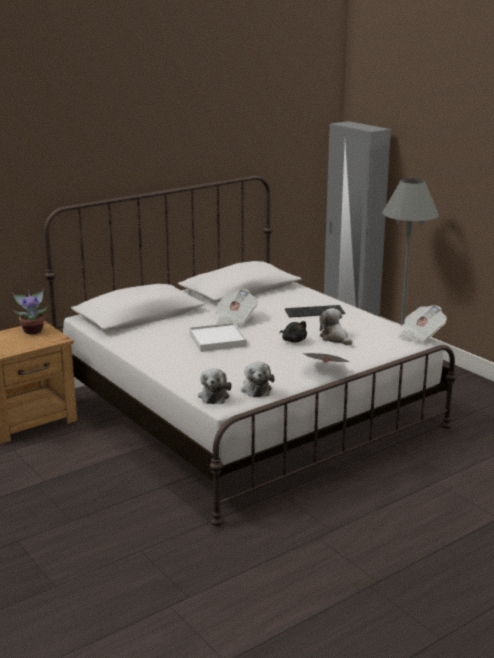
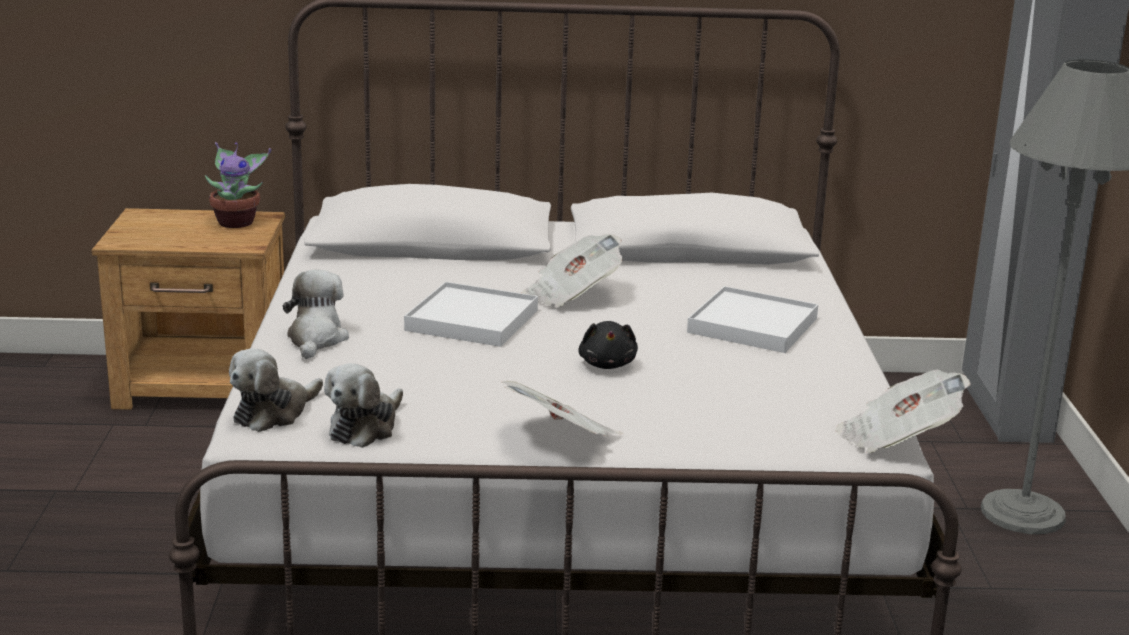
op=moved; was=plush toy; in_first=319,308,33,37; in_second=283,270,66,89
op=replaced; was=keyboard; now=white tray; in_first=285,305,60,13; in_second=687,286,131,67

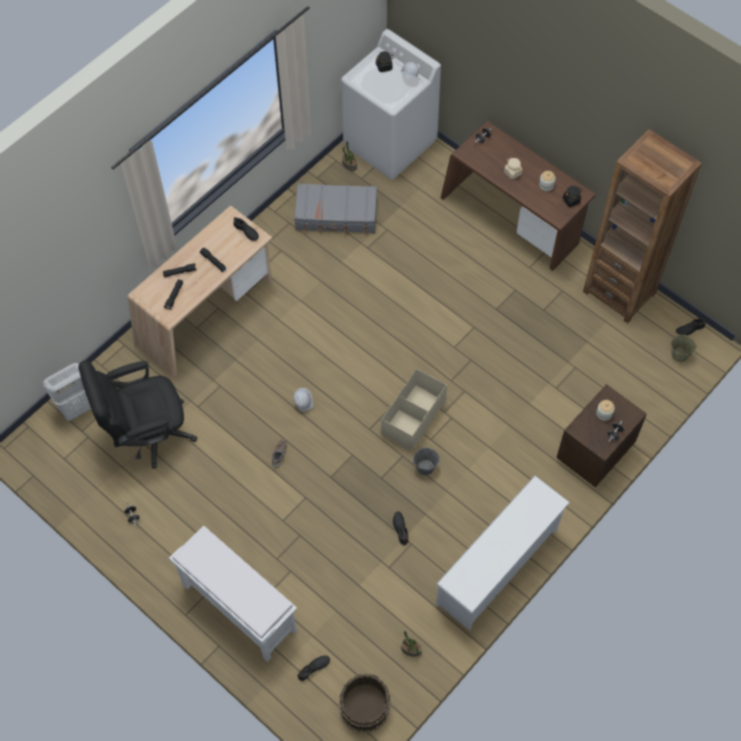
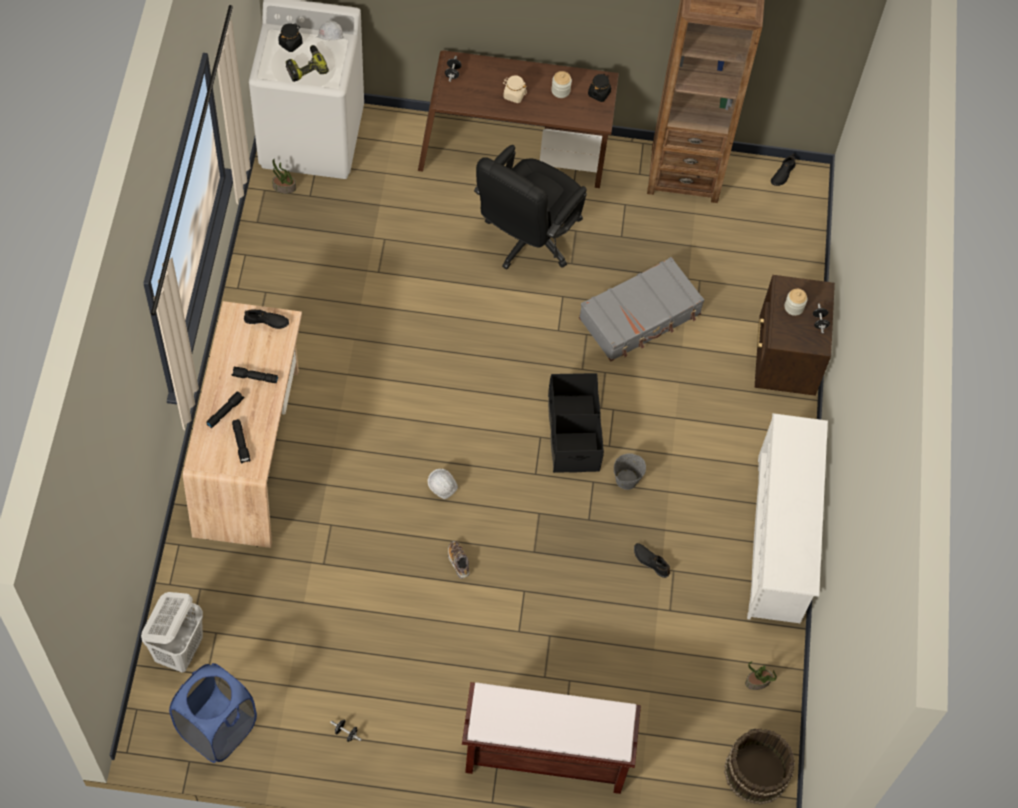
op=added; now=blue laundry basket; in_second=169,663,88,100
op=added; now=power drill; in_second=286,45,43,37
op=recoloured; was=white bench; now=brown bench; in_first=169,525,128,137; in_second=462,682,179,112
op=moved; was=black office chair; in_first=78,360,119,109; in_second=474,145,113,125
op=recoloured; was=beige storage box; now=black storage box; in_first=381,368,66,84; in_second=548,373,56,100
op=moved; was=grey suitcase; in_first=294,183,83,51; in_second=579,257,125,104
op=removed; was=black shoe; in_first=297,656,33,25
op=removed; was=beige bucket; in_first=671,334,26,28

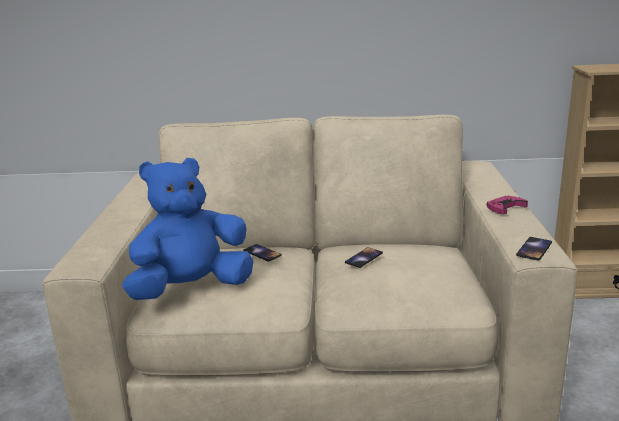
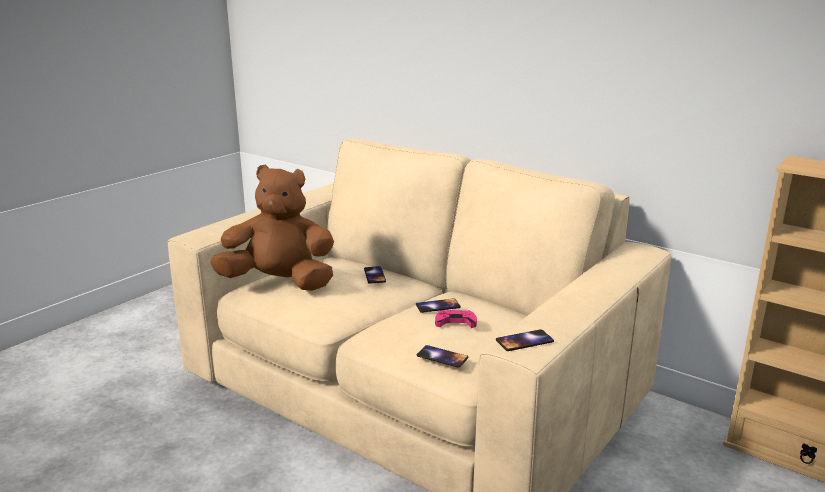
op=recoloured; was=blue plush toy; now=brown plush toy; in_first=122,158,132,142; in_second=210,165,124,126
op=added; now=phone; in_second=416,345,52,23
op=moved; was=pink game controller; in_first=486,196,42,18; in_second=435,310,42,18

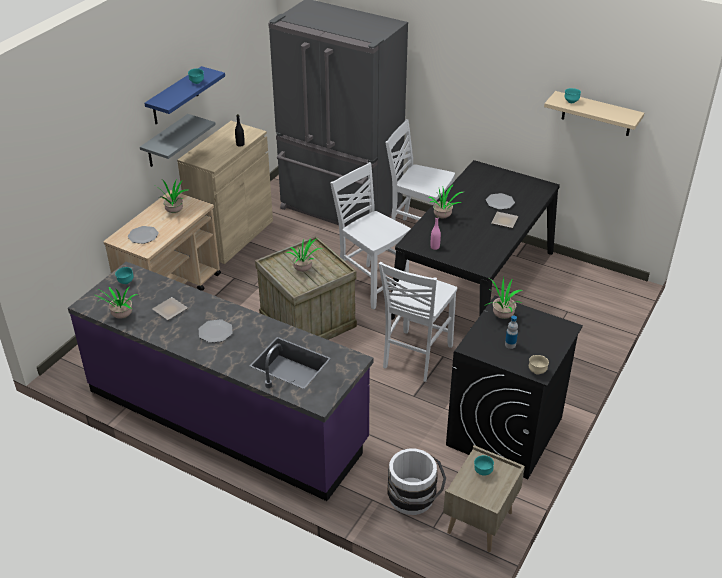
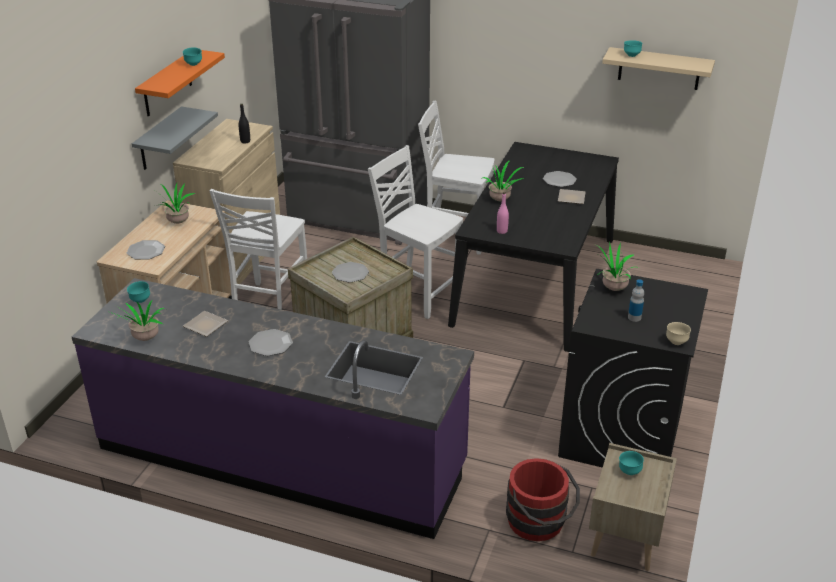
op=recoloured; was=blue shelf; now=orange shelf; in_first=144,66,81,58; in_second=135,50,90,67
op=moved; was=white chair; in_first=379,262,78,120; in_second=210,189,97,121
op=replaced; was=potted plant; now=plate; in_first=286,238,36,34; in_second=332,262,37,21
op=recoloured; was=white bucket; now=red bucket; in_first=388,449,58,66; in_second=506,458,74,83

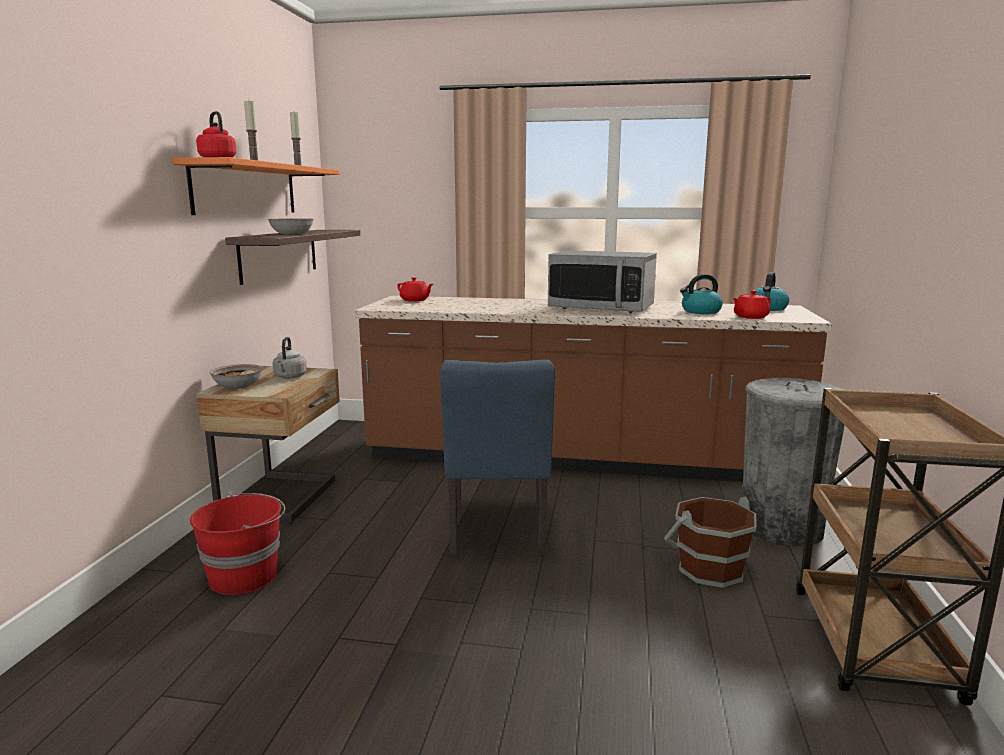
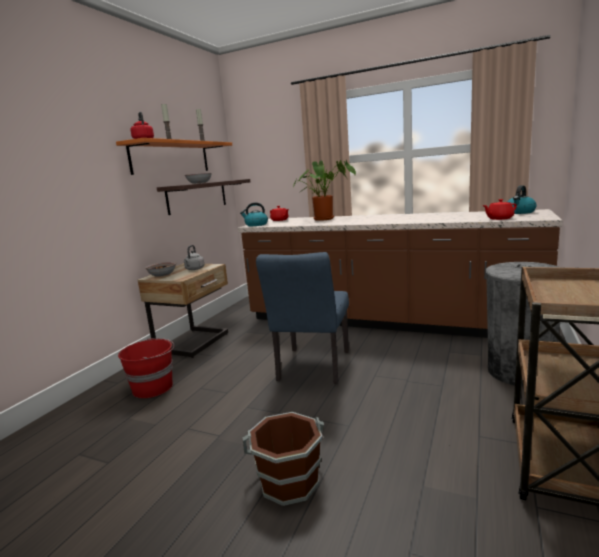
op=moved; was=kettle; in_first=680,274,43,40; in_second=240,202,28,24
op=moved; was=brown bucket; in_first=664,496,93,92; in_second=243,412,81,94
op=added; now=potted plant; in_second=293,160,63,61
op=removed; was=microwave; in_first=548,250,109,63

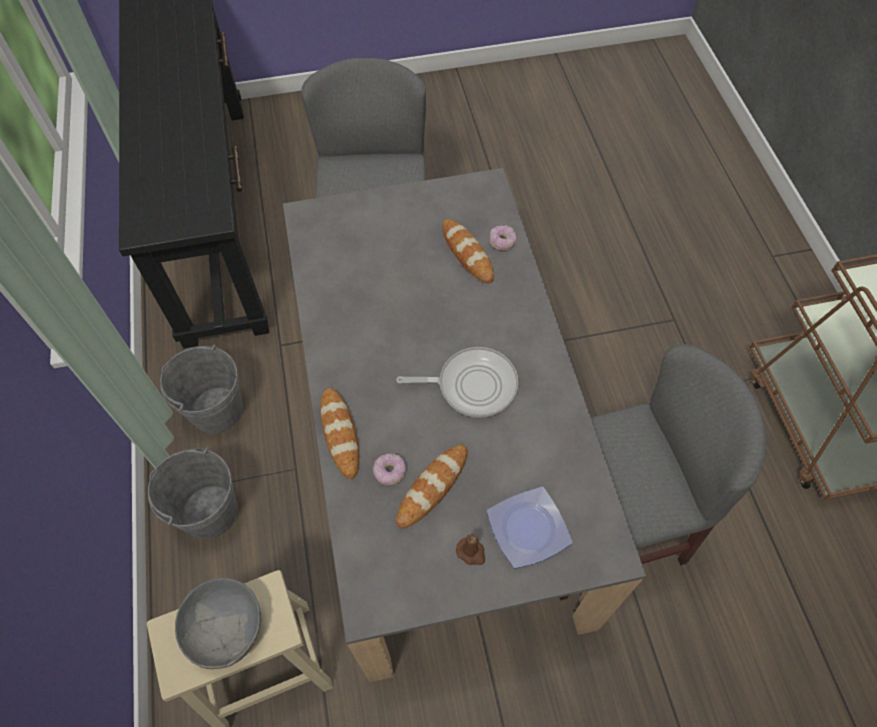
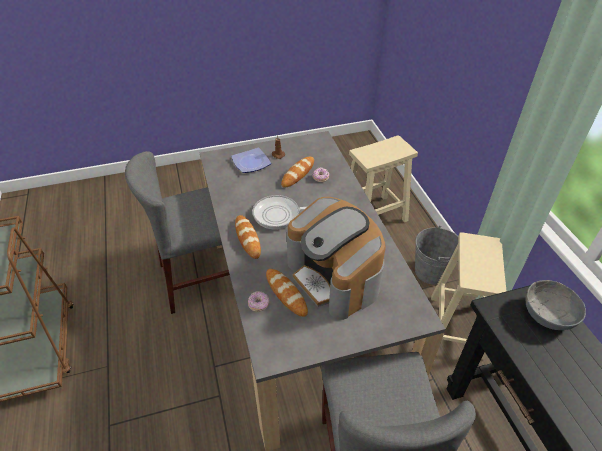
op=moved; was=bread; in_first=320,387,39,92; in_second=235,215,26,44
op=added; now=coffee machine; in_second=287,197,99,123
op=replaced; was=grey bucket; now=beige stool; in_first=160,345,83,89; in_second=431,232,76,128
op=moved; was=grey bowl; in_first=175,578,86,91; in_second=526,280,60,50

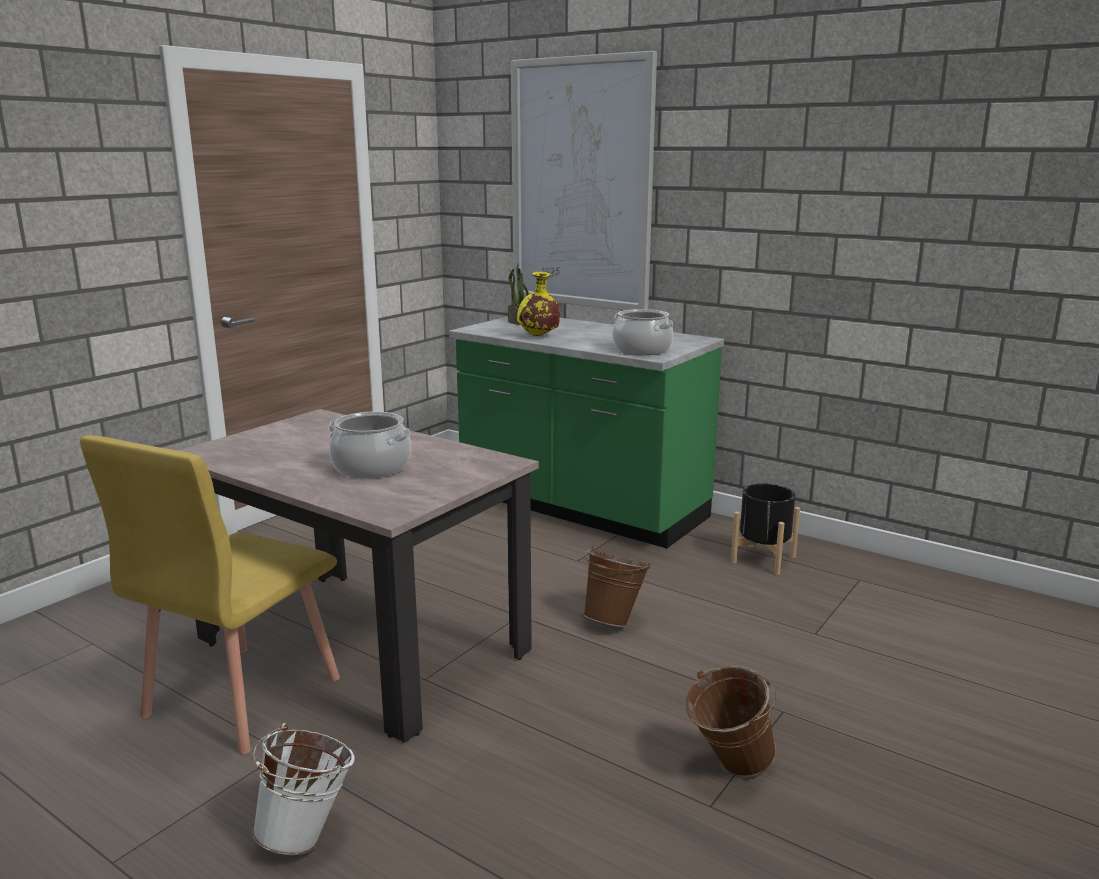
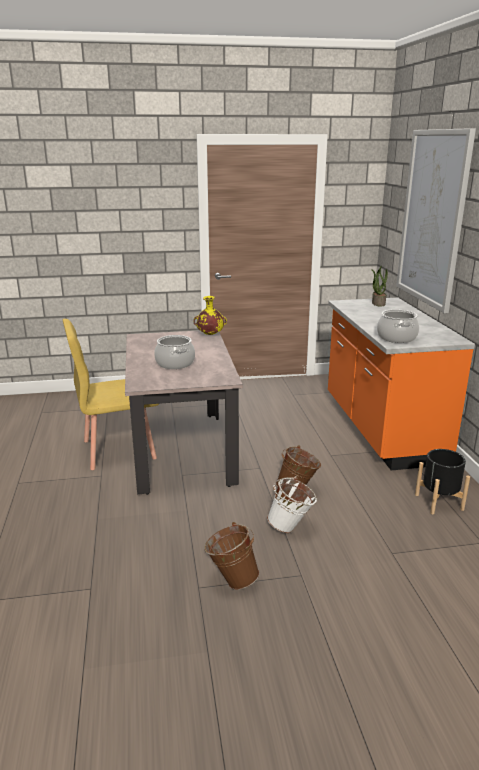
op=moved; was=yellow vase; in_first=517,272,43,64; in_second=193,296,34,39
op=moved; was=white bucket; in_first=252,723,103,132; in_second=267,476,50,57
op=recoloured; was=green counter; now=orange counter; in_first=449,317,275,231; in_second=328,298,147,172

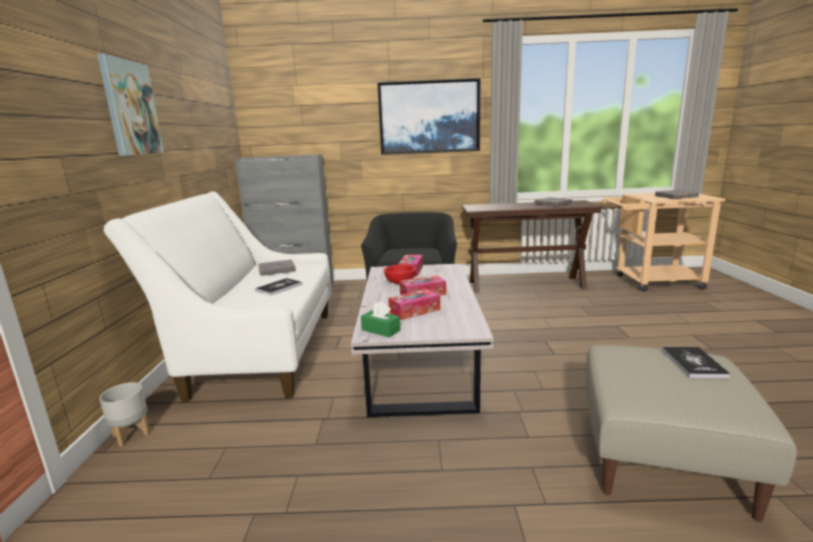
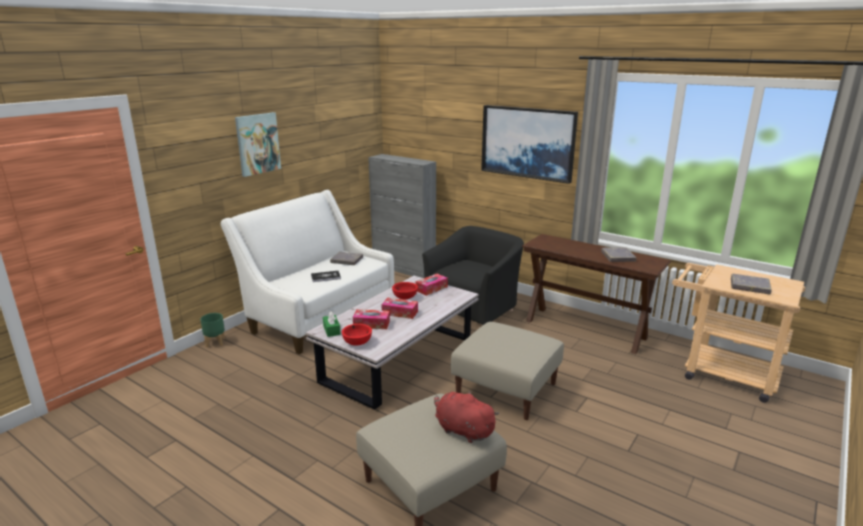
op=recoloured; was=grey planter; now=green planter; in_first=99,382,51,65; in_second=200,313,25,34
op=added; now=red bowl; in_second=342,324,30,22
op=replaced; was=book; now=red plush toy; in_first=662,347,69,31; in_second=434,391,65,52
op=added; now=beige ottoman; in_second=451,322,113,98

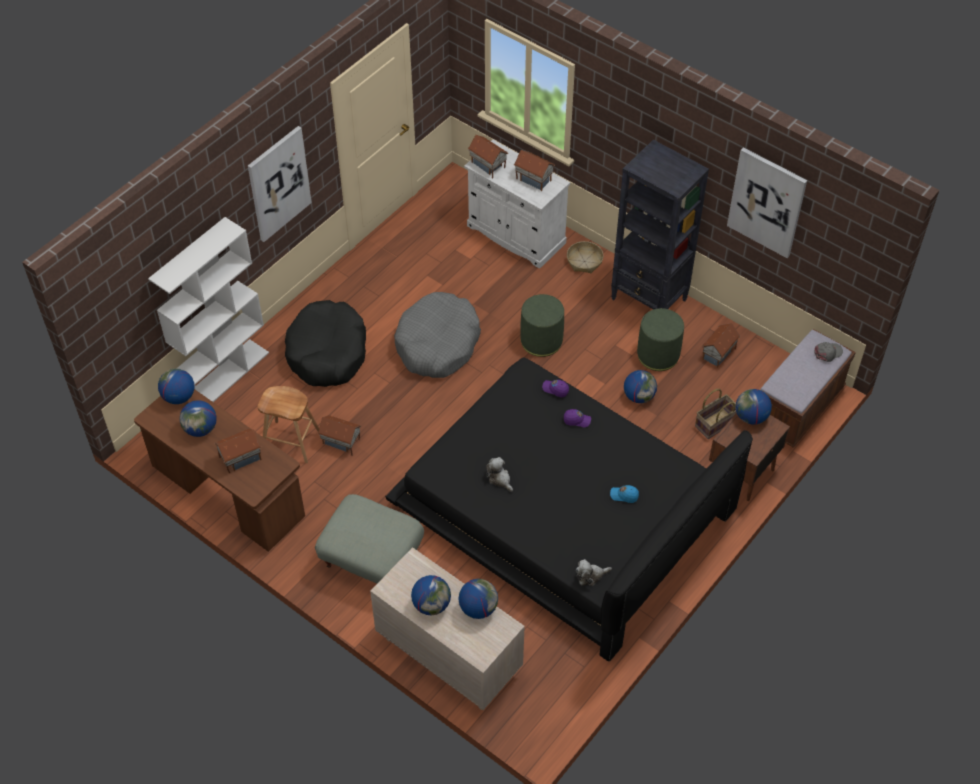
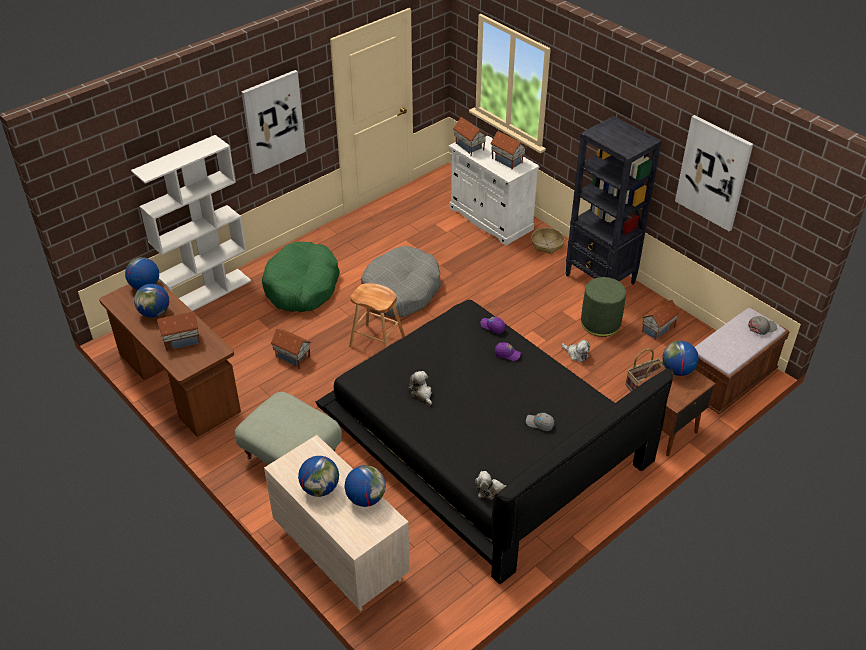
op=recoloured; was=black dog bed; now=green dog bed; in_first=285,300,81,87; in_second=262,242,77,70
op=moved; was=brown stool; in_first=258,386,61,77; in_second=349,283,56,65
op=recoloured; was=blue cap; now=grey cap; in_first=610,485,29,18; in_second=526,413,28,18
op=replaced; was=globe; now=plush toy; in_first=624,370,33,33; in_second=562,340,28,22
op=removed; was=green ottoman; in_first=520,294,44,63

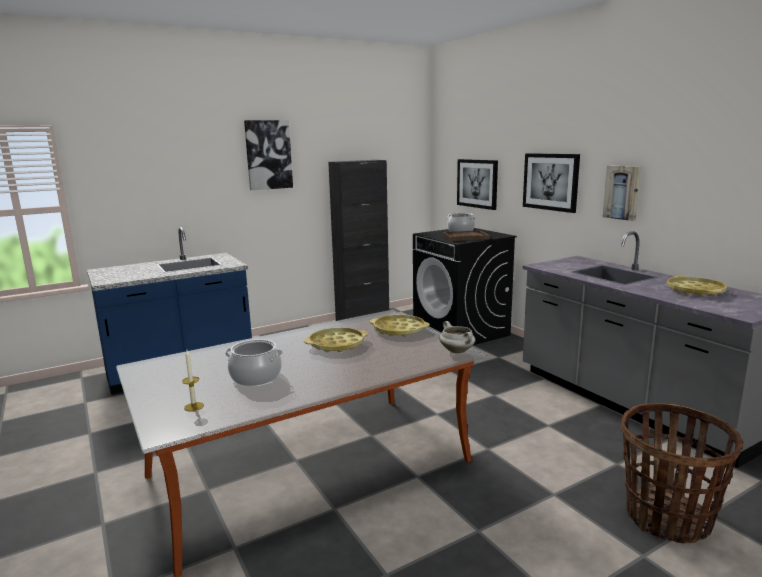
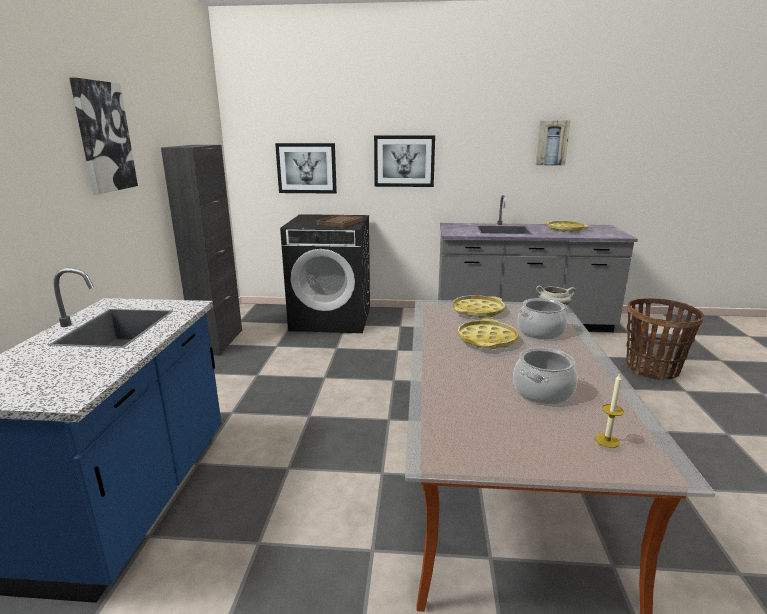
op=moved; was=cooking pot; in_first=447,213,28,19; in_second=517,298,51,41
op=moved; was=picture; in_first=603,165,38,56; in_second=536,121,34,45

